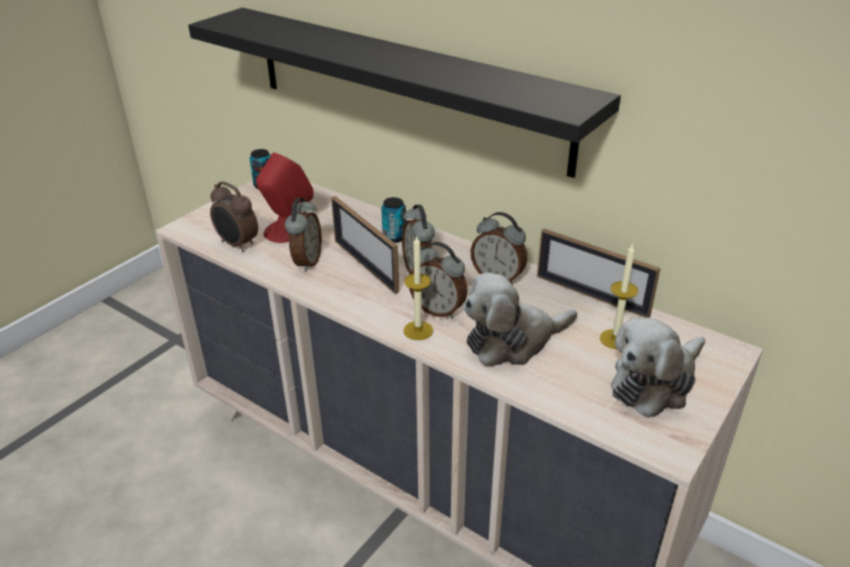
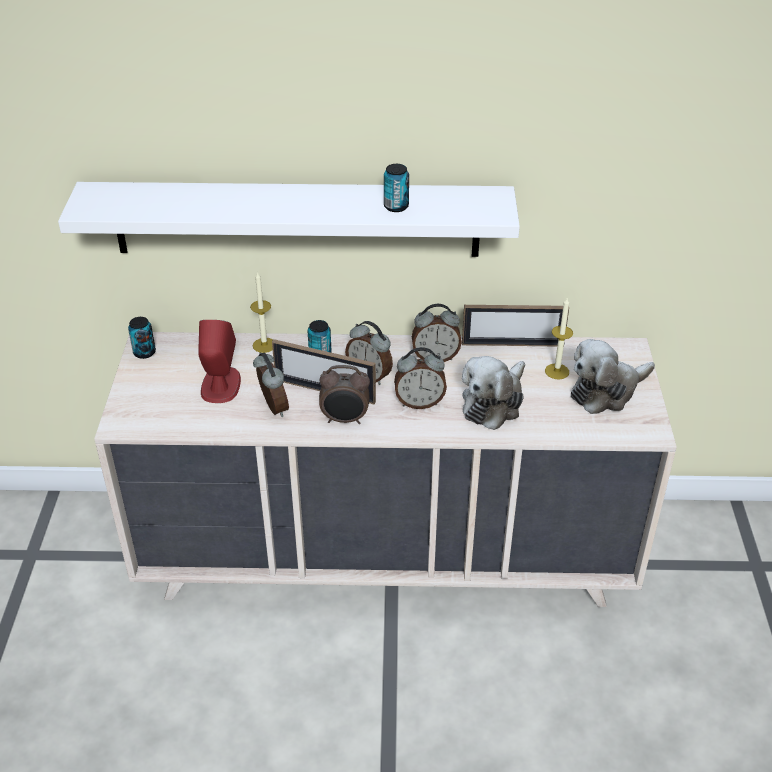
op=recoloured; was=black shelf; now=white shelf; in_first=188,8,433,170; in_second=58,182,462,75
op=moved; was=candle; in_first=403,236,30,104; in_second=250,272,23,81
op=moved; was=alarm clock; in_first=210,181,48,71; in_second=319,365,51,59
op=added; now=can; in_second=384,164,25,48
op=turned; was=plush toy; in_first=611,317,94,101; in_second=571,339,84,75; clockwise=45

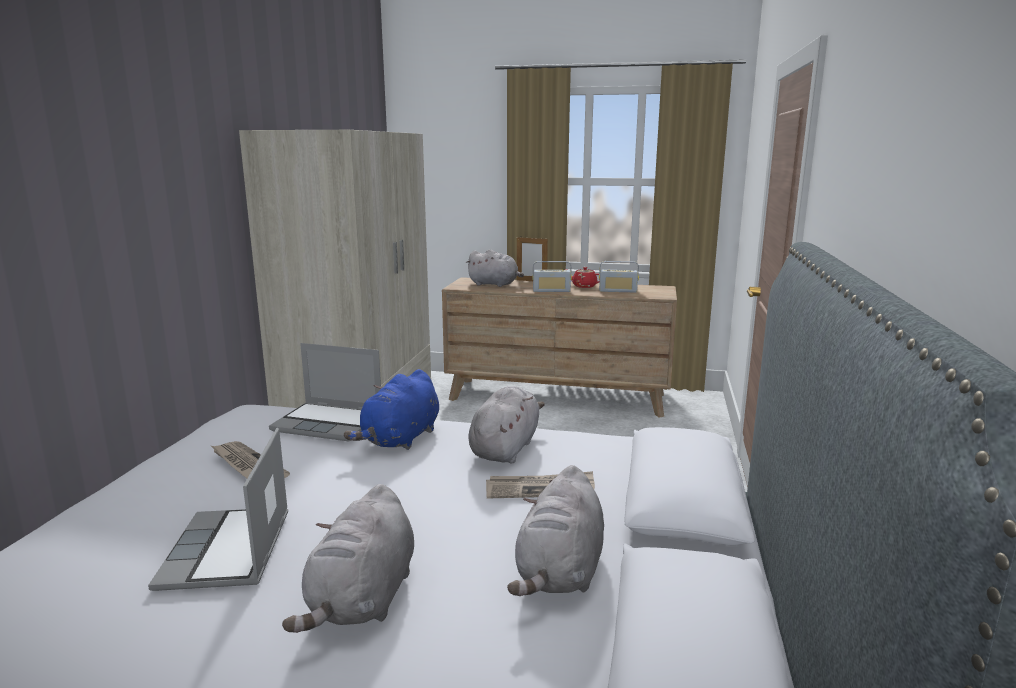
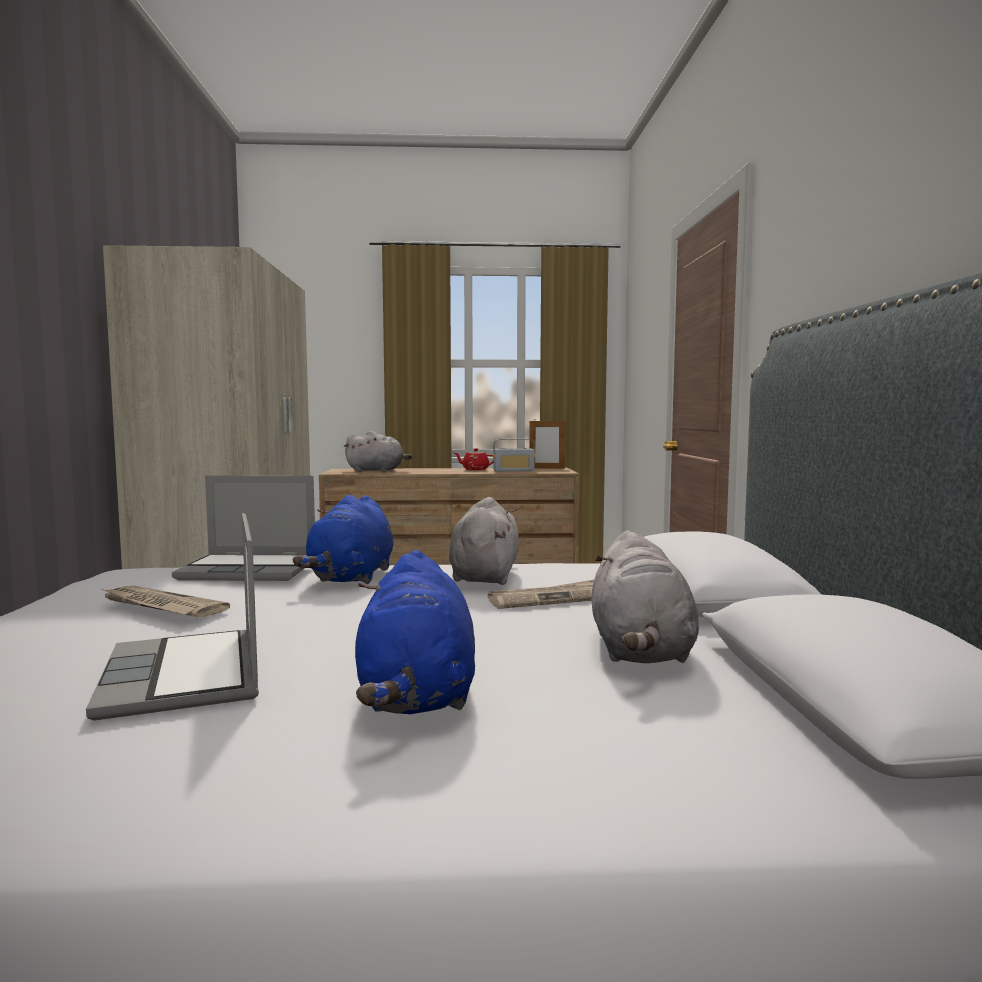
op=recoloured; was=grey plush toy; now=blue plush toy; in_first=282,484,132,149; in_second=355,550,120,164
op=moved; was=picture frame; in_first=517,237,31,44; in_second=529,419,36,50
op=removed; was=radio; in_first=532,261,40,31

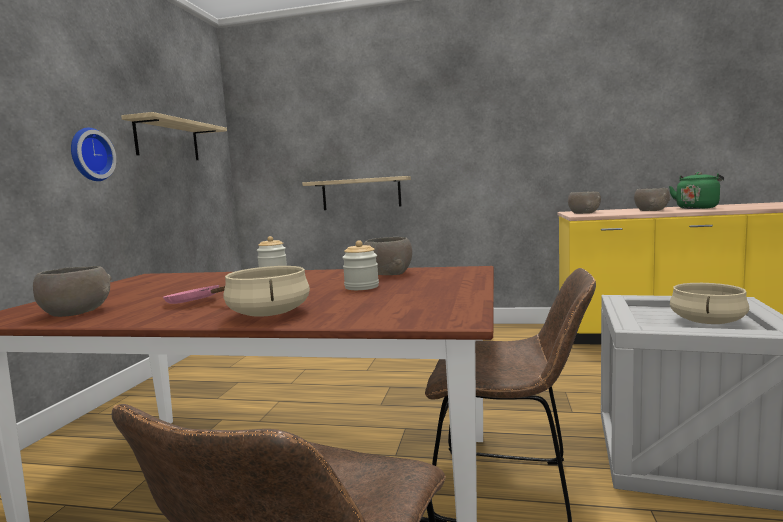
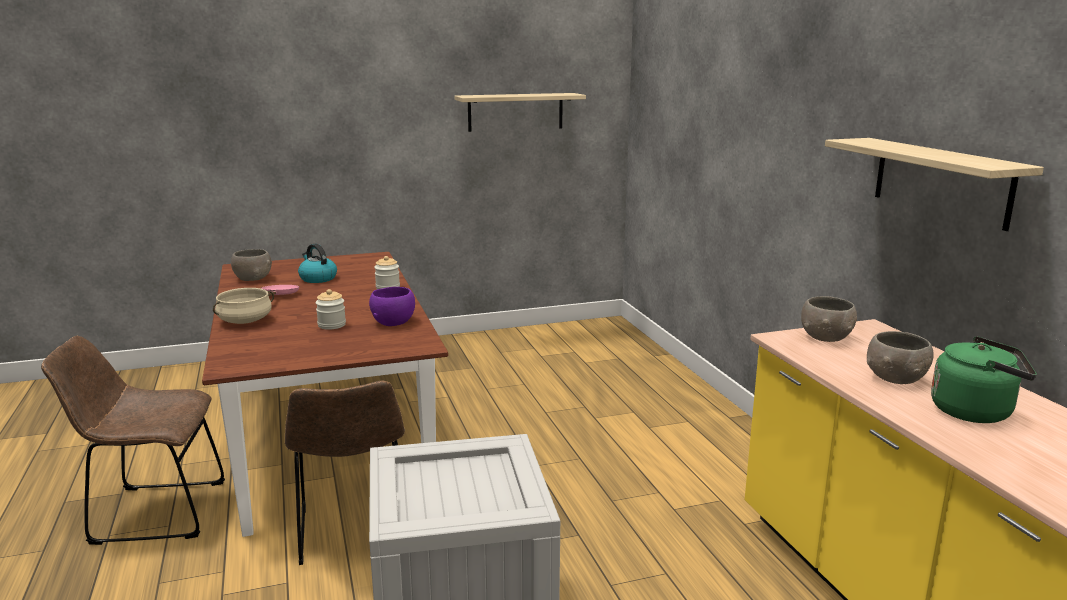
op=added; now=kettle; in_second=298,243,39,40
op=recoloured; was=grey bowl; now=purple bowl; in_first=364,237,48,38; in_second=369,287,46,39
op=moved; was=shelf; in_first=302,176,109,34; in_second=825,138,219,93
op=removed; was=wall clock; in_first=71,128,45,53
op=removed; was=beige cooking pot; in_first=670,283,79,41

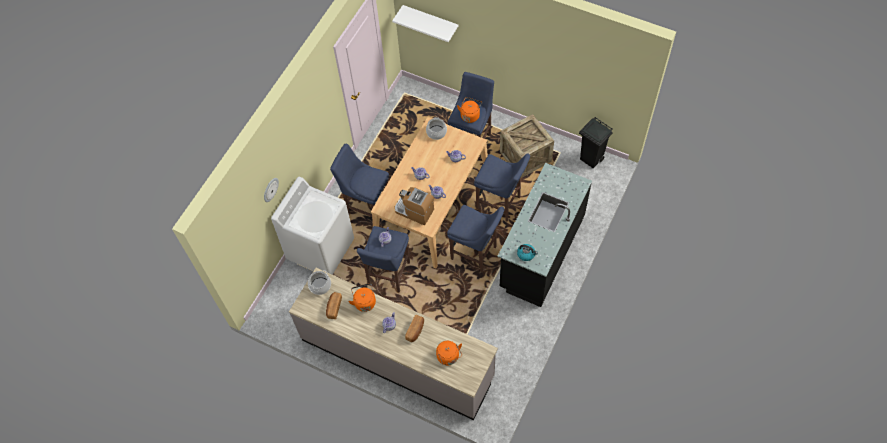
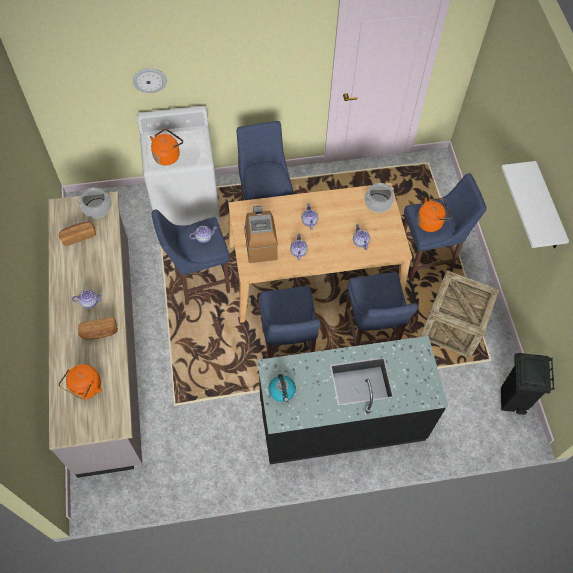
op=moved; was=orange kettle; in_first=348,283,28,29; in_second=150,129,33,36
op=moved; was=white shelf; in_first=392,5,66,37; in_second=501,161,68,87

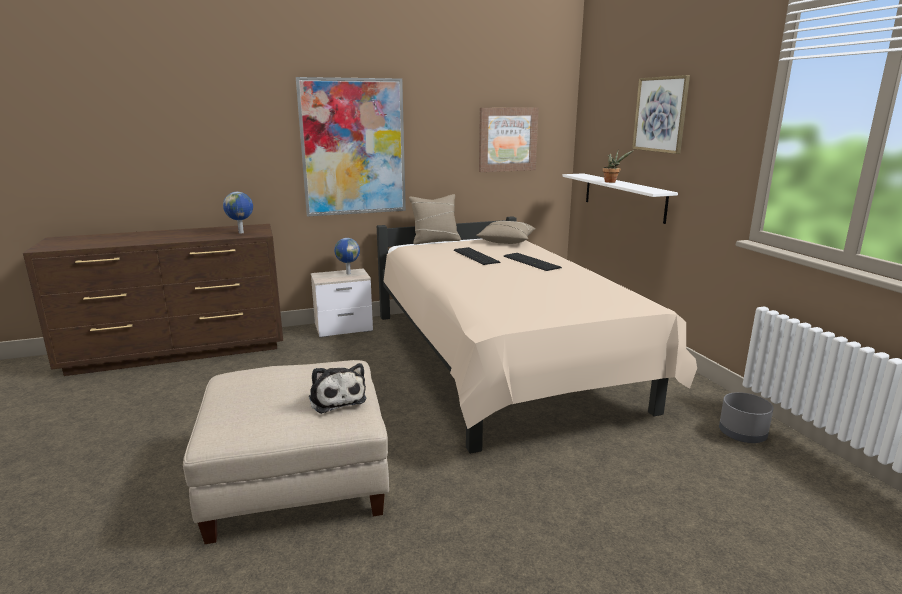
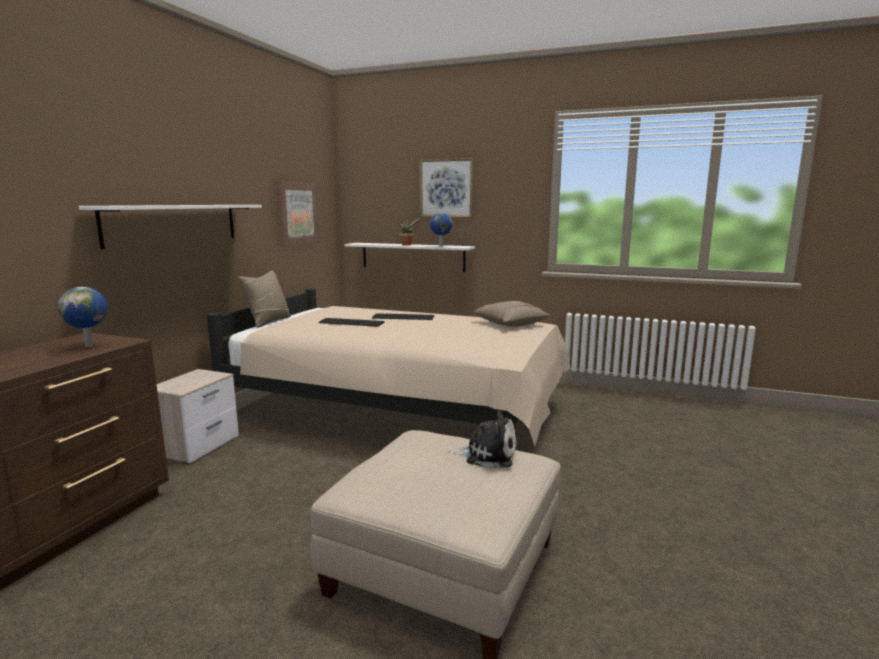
op=replaced; was=picture; now=white shelf; in_first=296,77,110,140; in_second=79,205,183,44
op=moved; was=globe; in_first=334,238,26,36; in_second=430,212,22,34
op=moved; was=beige pillow; in_first=476,221,59,23; in_second=474,301,76,26
op=removed; was=grey planter; in_first=719,392,55,51

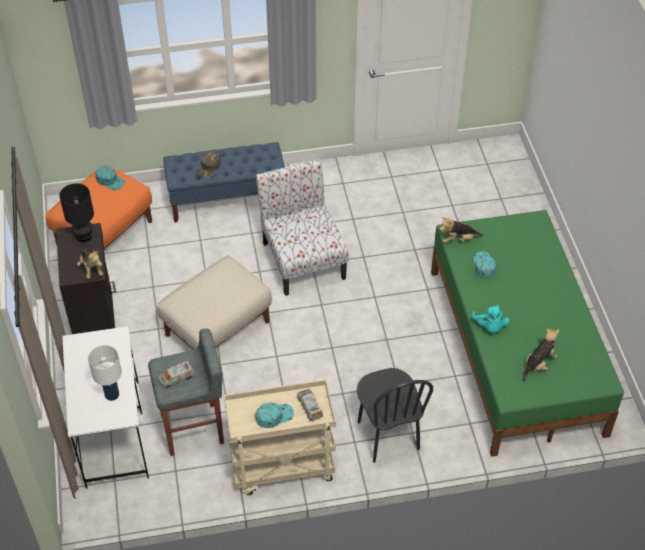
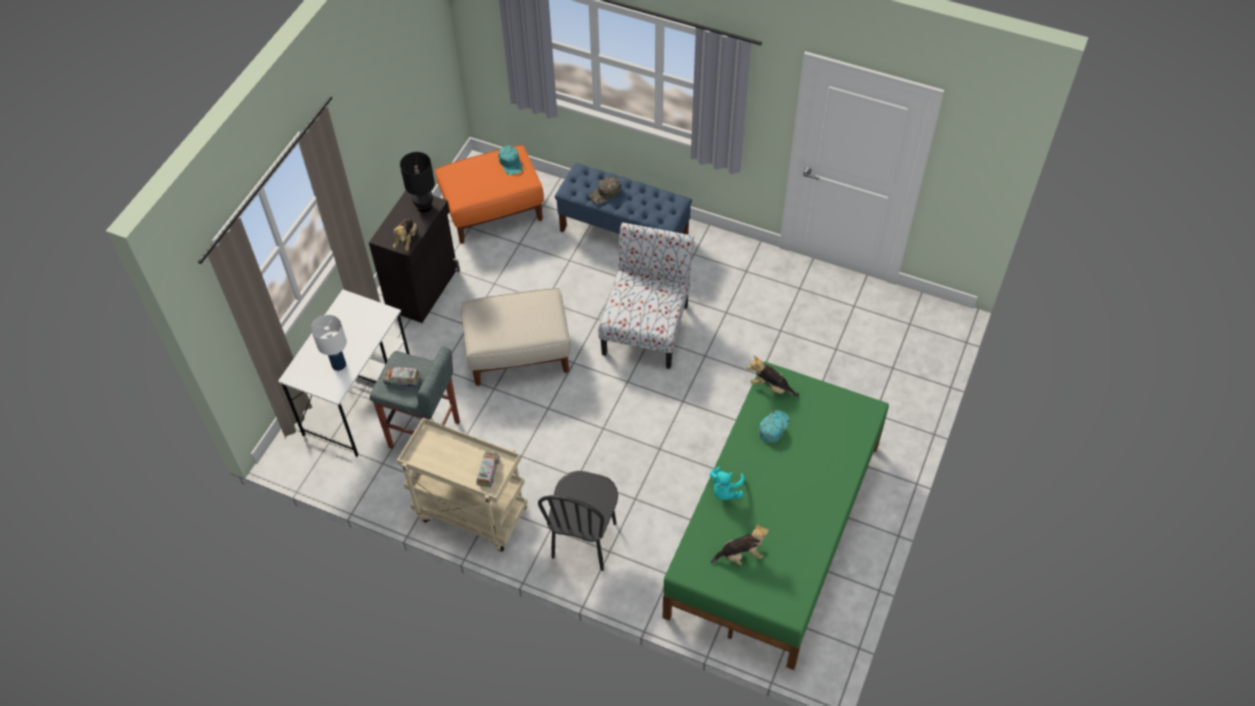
op=removed; was=turquoise cap; in_first=255,403,39,25

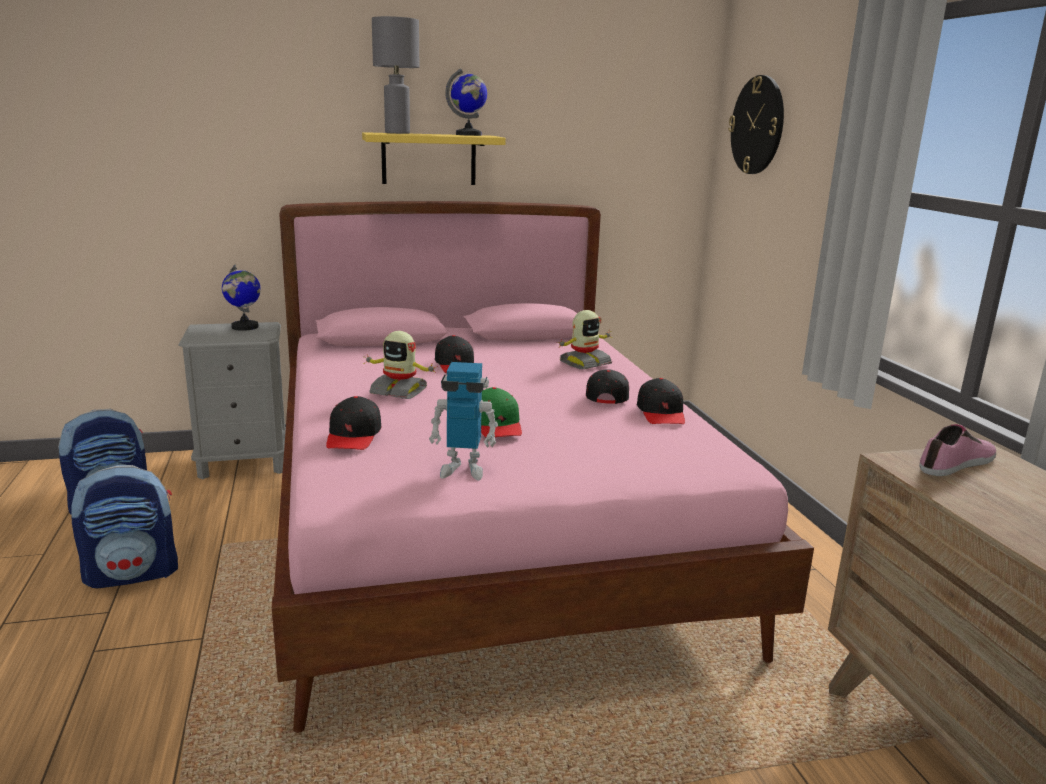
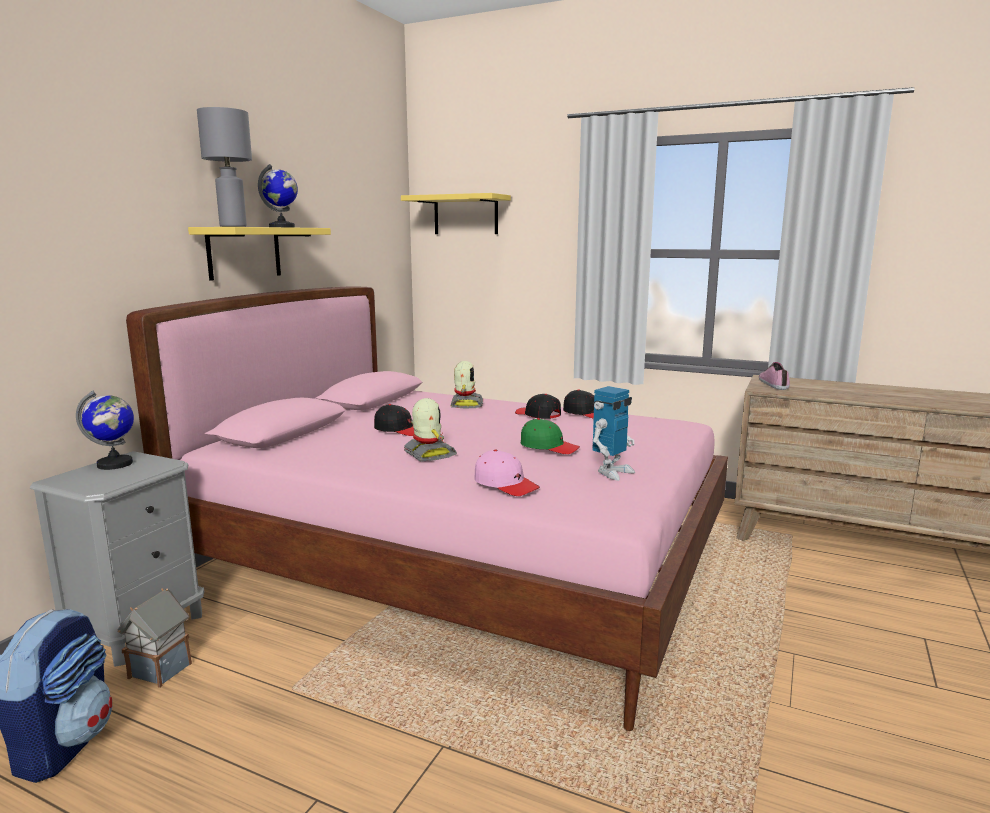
op=added; now=toy house; in_second=117,588,75,100
op=replaced; was=wall clock; now=yellow shelf; in_first=728,75,56,99; in_second=401,193,110,41
op=turned; was=toy robot; in_first=364,331,74,68; in_second=404,398,53,64; clockwise=-90
op=recoloured; was=black cap; now=pink cap; in_first=326,396,55,54; in_second=474,450,66,46
op=removed; was=backpack; in_first=71,465,107,123

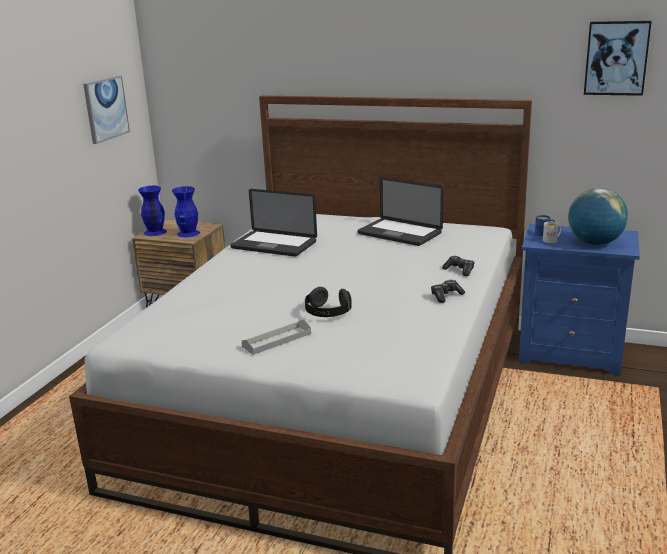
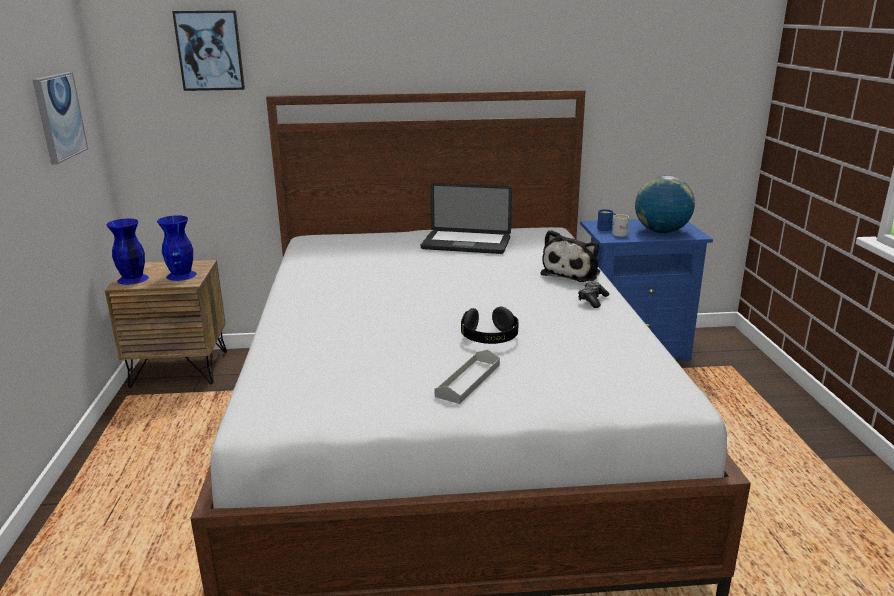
op=moved; was=picture; in_first=584,21,68,75; in_second=172,10,73,81
op=replaced; was=game controller; now=plush toy; in_first=442,256,32,20; in_second=541,230,59,52
op=removed; was=laptop; in_first=230,189,87,68

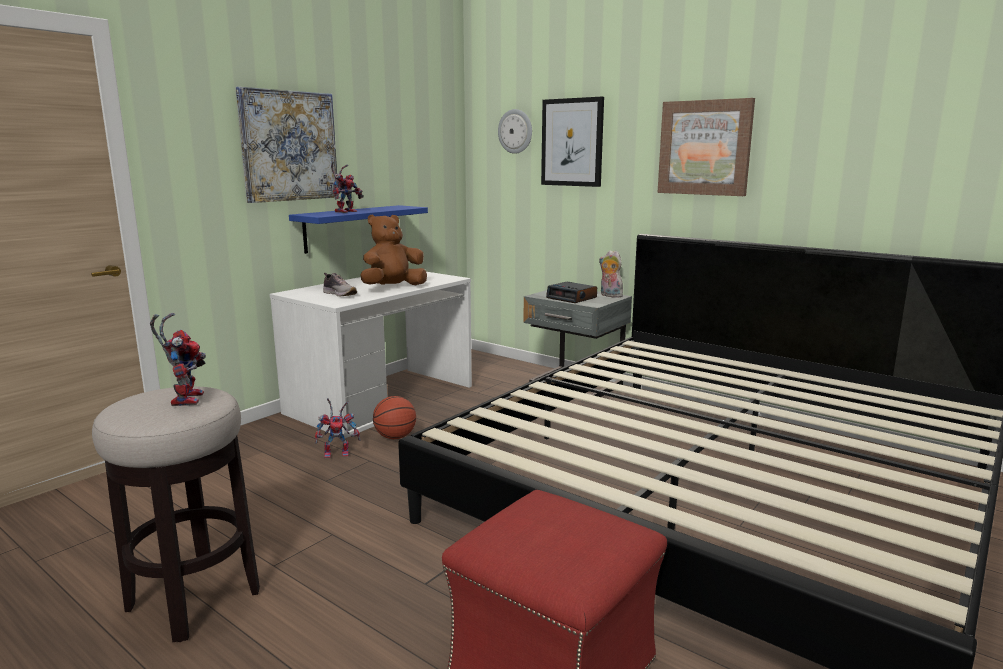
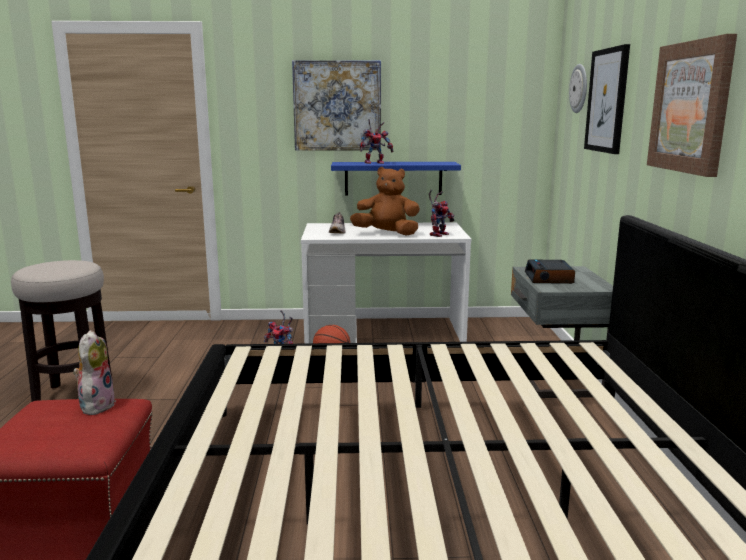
op=moved; was=plush toy; in_first=599,250,24,48; in_second=73,330,43,85
op=moved; was=toy robot; in_first=150,313,56,93; in_second=429,190,26,47

